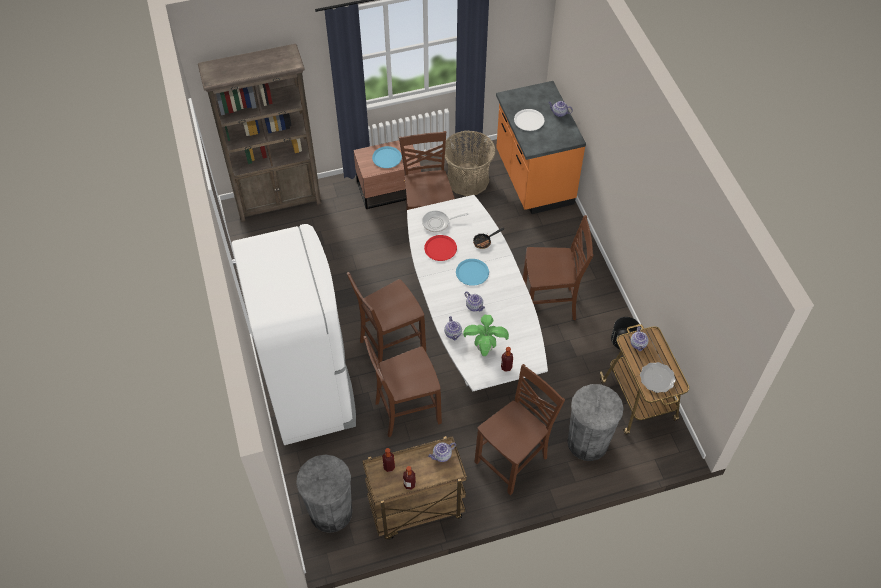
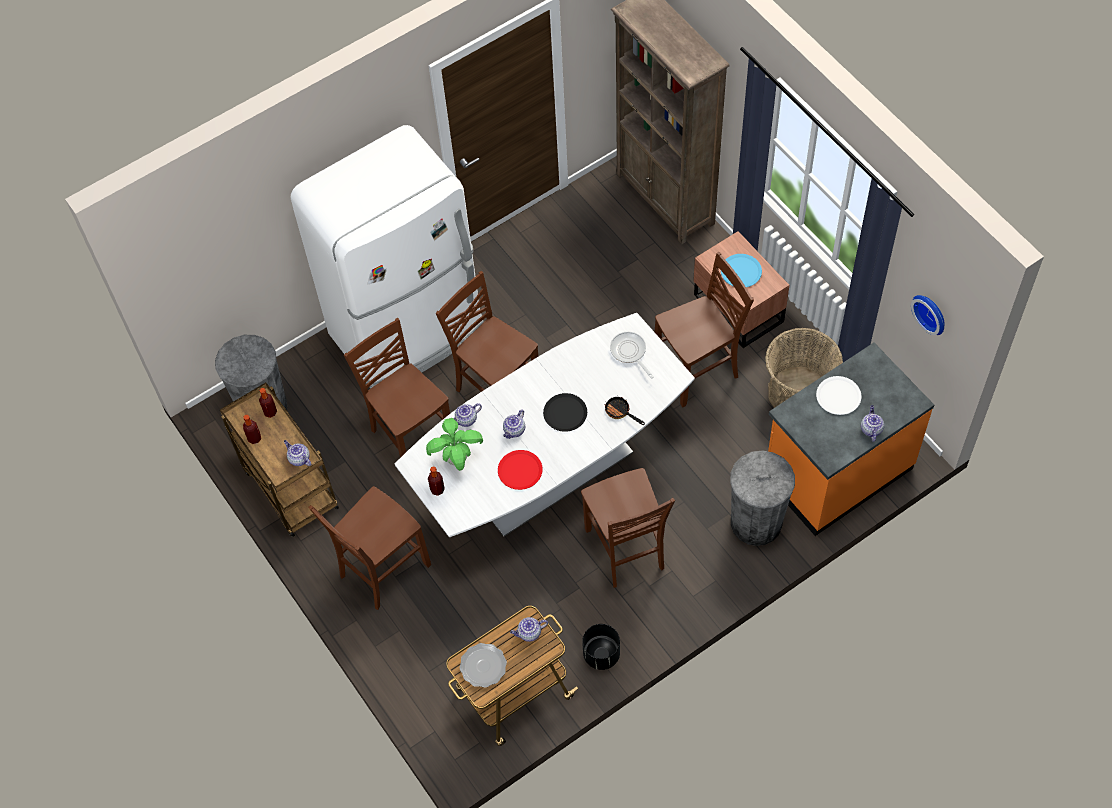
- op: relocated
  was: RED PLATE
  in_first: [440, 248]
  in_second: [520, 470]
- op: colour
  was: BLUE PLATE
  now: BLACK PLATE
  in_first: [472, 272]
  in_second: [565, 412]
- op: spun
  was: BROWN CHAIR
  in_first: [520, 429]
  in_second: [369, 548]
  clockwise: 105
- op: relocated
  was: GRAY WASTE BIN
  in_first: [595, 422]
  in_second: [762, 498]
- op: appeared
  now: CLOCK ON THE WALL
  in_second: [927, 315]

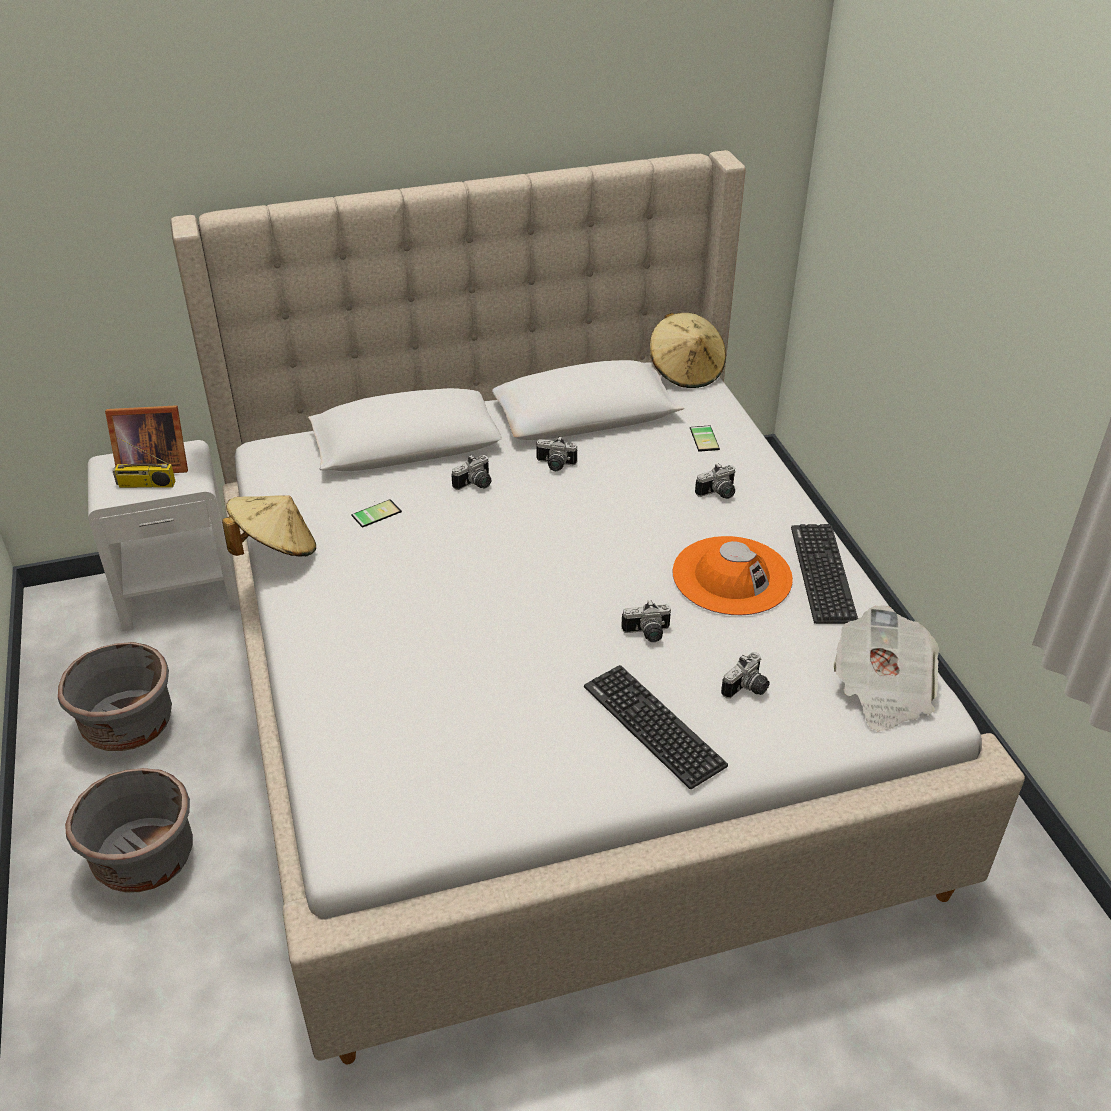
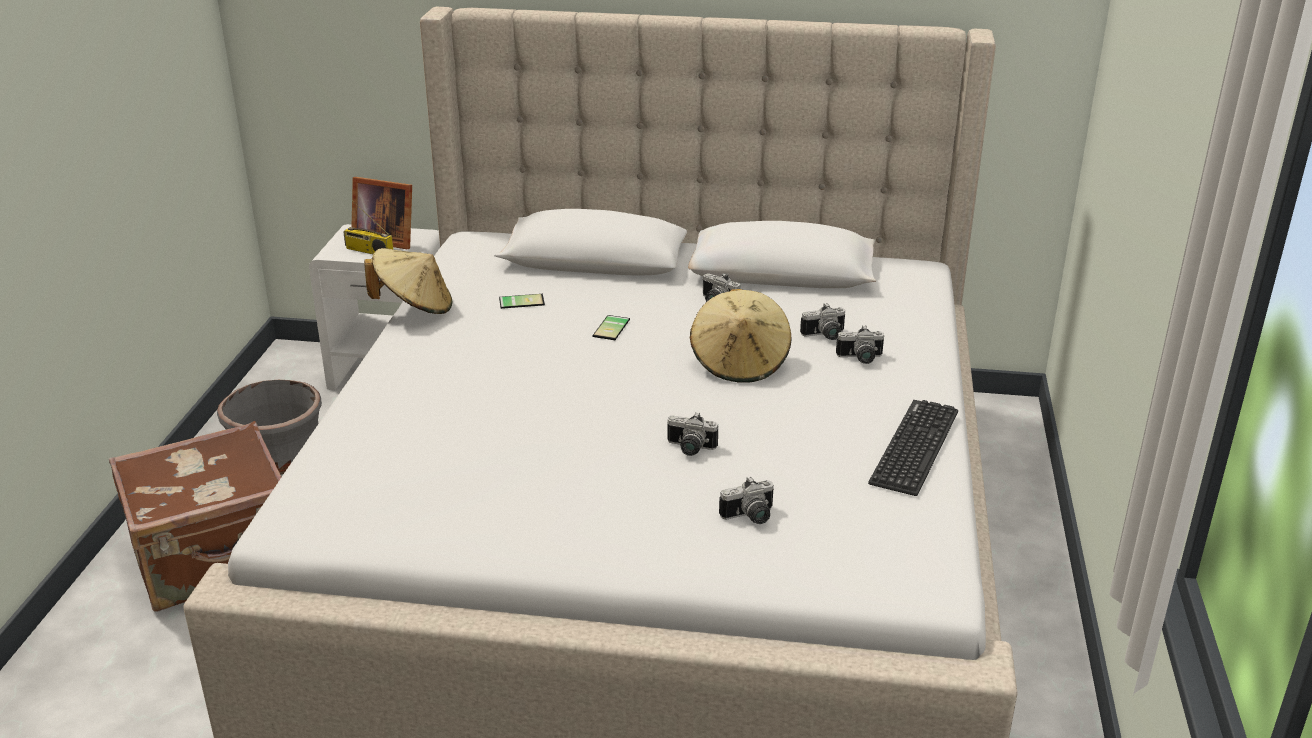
- op: relocated
  was: BEIGE-COLOURED WEARABLE HAT
  in_first: [688, 350]
  in_second: [740, 336]
- op: relocated
  was: TELEPHONE
  in_first: [705, 438]
  in_second: [611, 327]
- op: relocated
  was: PHOTO CAMERA
  in_first: [471, 472]
  in_second: [822, 321]
- op: missing
  was: ORANGE-COLOURED WEARABLE HAT
  in_first: [732, 575]
- op: missing
  was: NEWSPAPER
  in_first: [886, 668]
- op: missing
  was: KEYBOARD
  in_first: [656, 727]
- op: exchanged
  was: GRAY PLANTER
  now: BROWN PIECE OF LUGGAGE
  in_first: [129, 830]
  in_second: [195, 516]

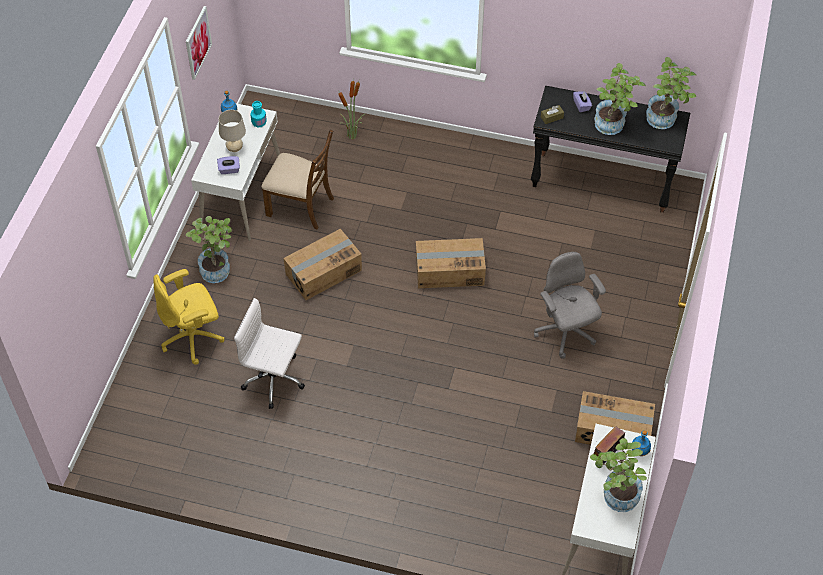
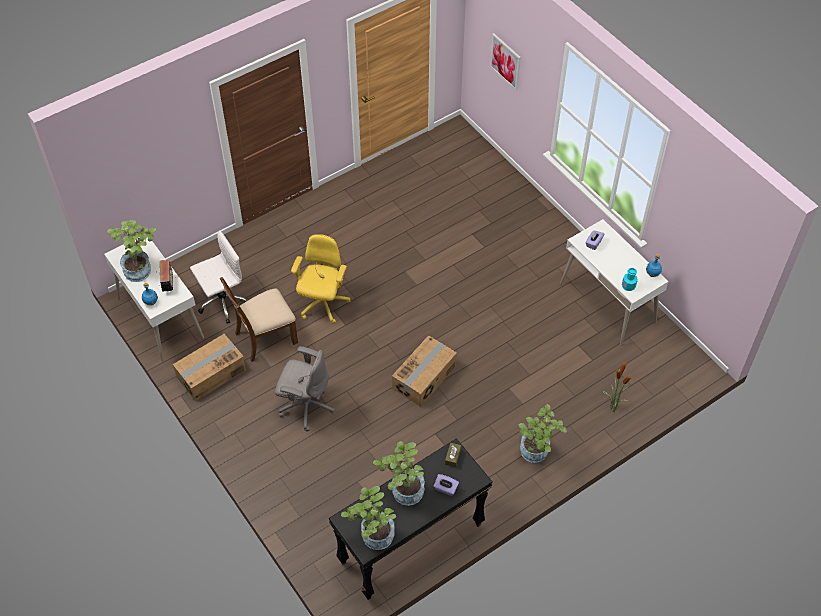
- op: relocated
  was: WALL PICTURE
  in_first: [199, 43]
  in_second: [505, 61]
- op: missing
  was: BEIGE-COLOURED TABLE LAMP
  in_first: [232, 131]
- op: relocated
  was: BROWN CHAIR
  in_first: [297, 179]
  in_second: [259, 319]
- op: relocated
  was: POTTED PLANT
  in_first: [209, 249]
  in_second: [542, 433]
- op: missing
  was: PACKING BOX
  in_first: [322, 264]
- op: relocated
  was: YELLOW COMPUTER CHAIR
  in_first: [189, 317]
  in_second: [320, 279]
- op: relocated
  was: WHITISH COMPUTER CHAIR
  in_first: [269, 353]
  in_second: [219, 276]

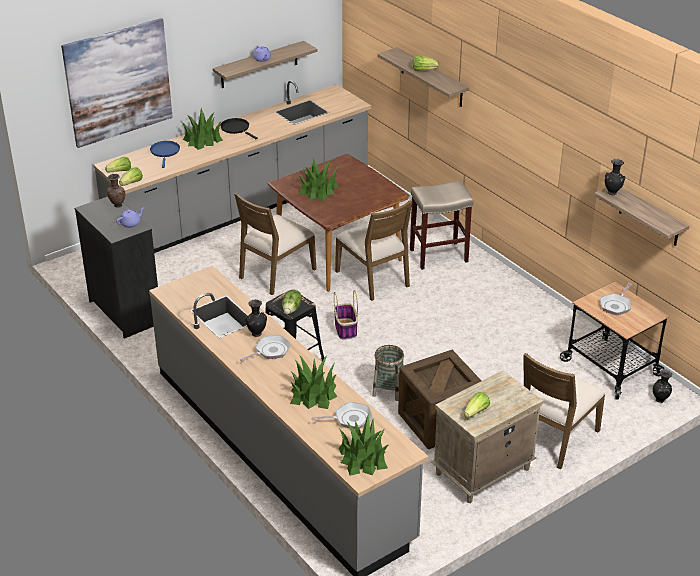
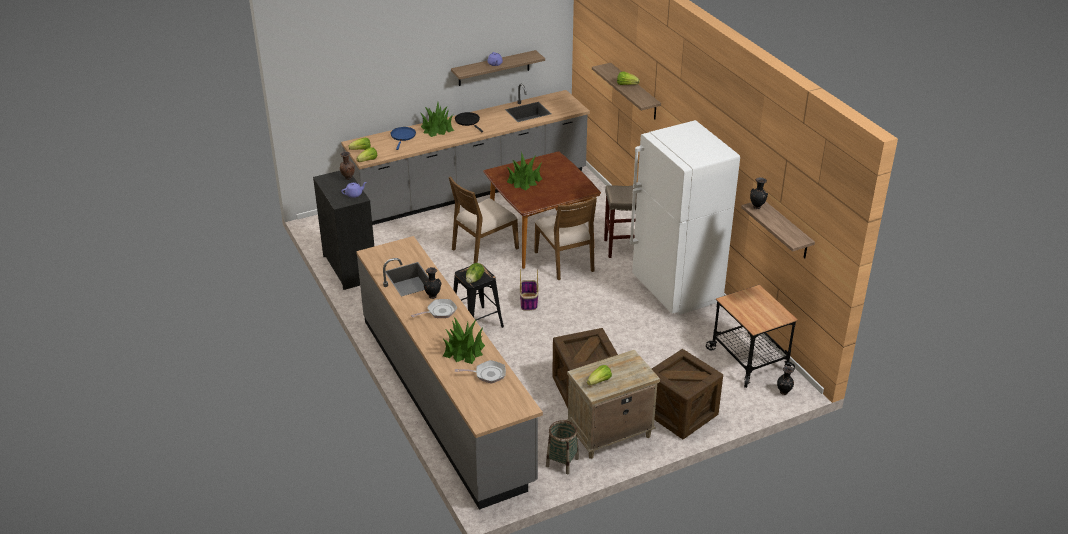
- op: missing
  was: WALL PICTURE
  in_first: [117, 83]
- op: missing
  was: PAN
  in_first: [616, 299]
- op: relocated
  was: HOUSEHOLD BASKET
  in_first: [388, 373]
  in_second: [562, 447]
- op: exchanged
  was: BROWN CHAIR
  now: SHIPPING CRATE
  in_first: [564, 411]
  in_second: [687, 394]
- op: missing
  was: POTTED PLANT
  in_first: [363, 444]
- op: appeared
  now: WHITISH REFRIGERATOR
  in_second: [685, 217]

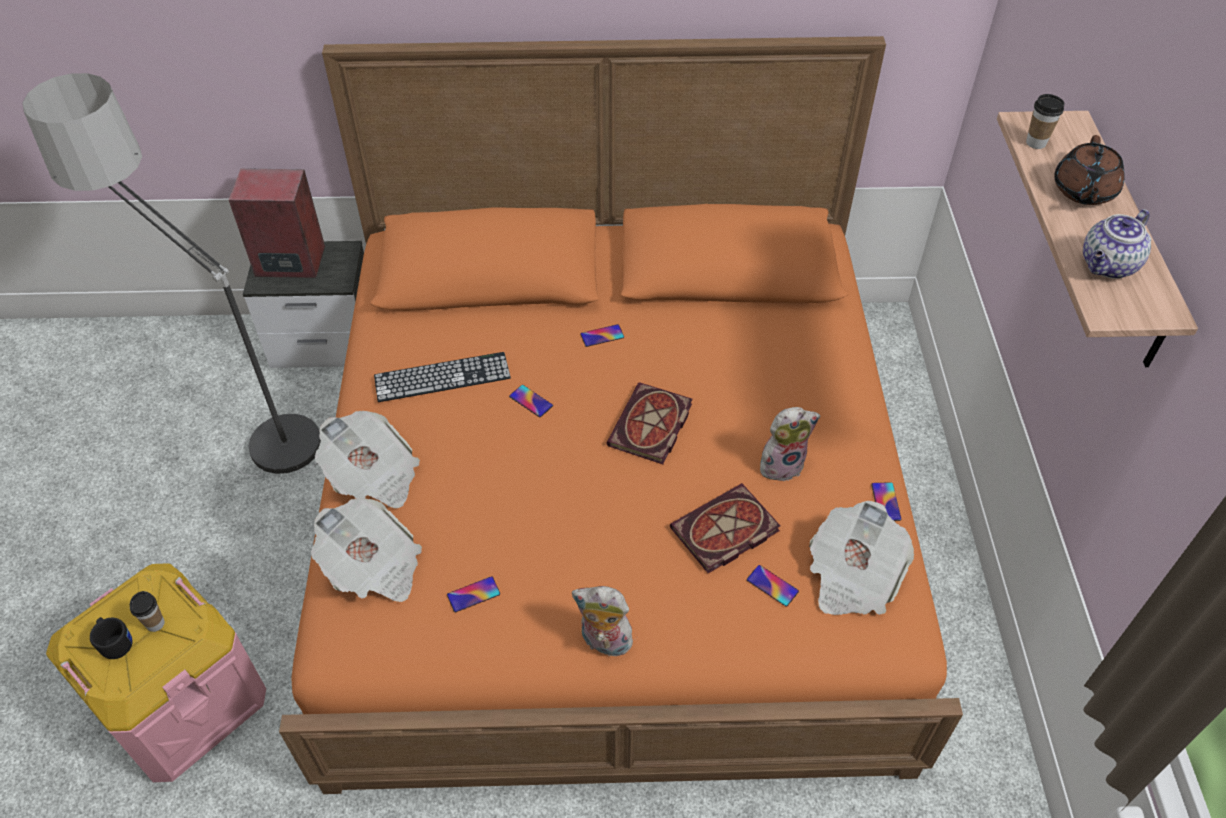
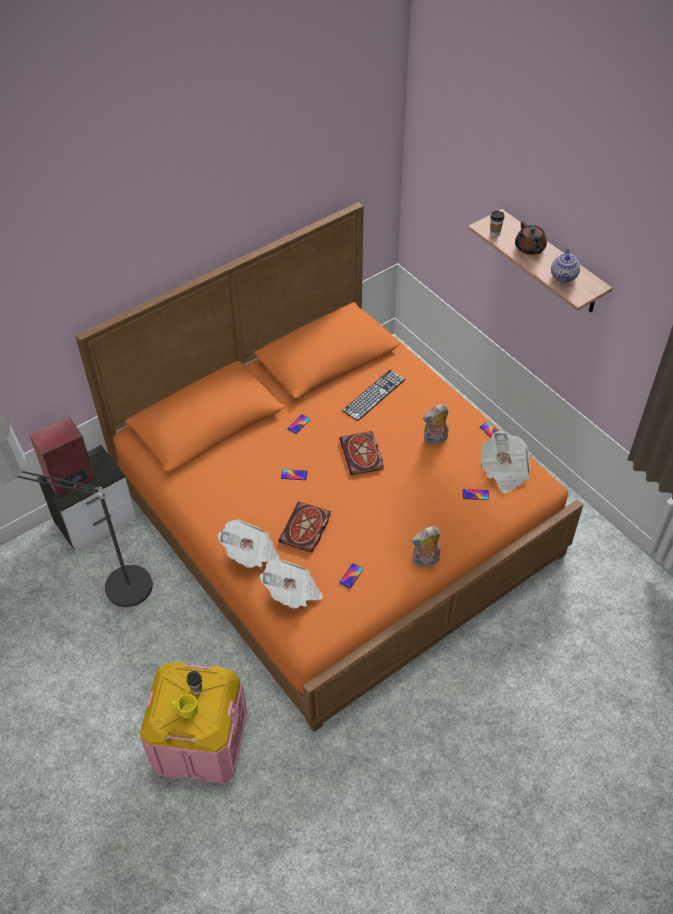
- op: relocated
  was: KEYBOARD
  in_first: [442, 377]
  in_second: [373, 395]
- op: spun
  was: CUDDLY TOY
  in_first: [790, 444]
  in_second: [436, 424]
  clockwise: -150
- op: relocated
  was: VOLUME
  in_first: [725, 528]
  in_second: [304, 527]
- op: colour
  was: BLACK TEA MUG
  now: YELLOW TEA MUG
  in_first: [111, 638]
  in_second: [184, 706]

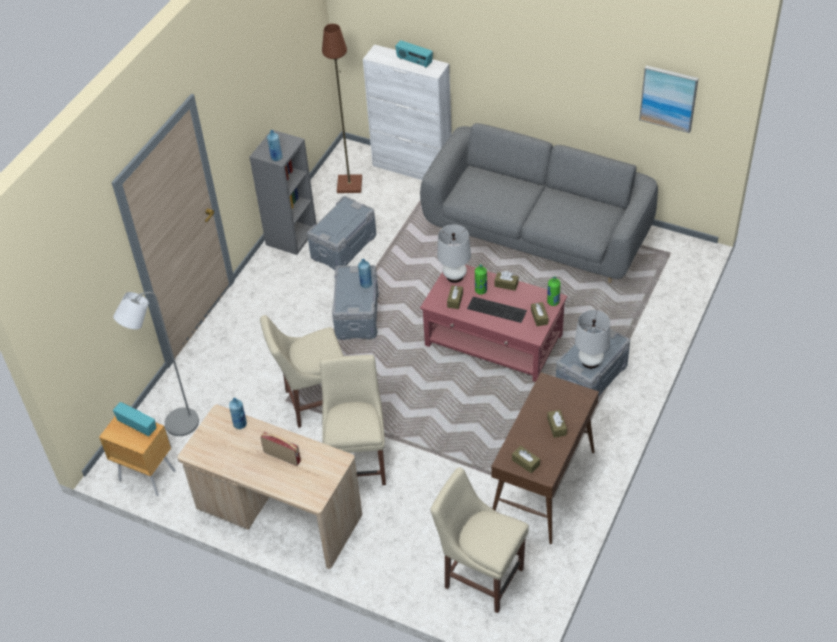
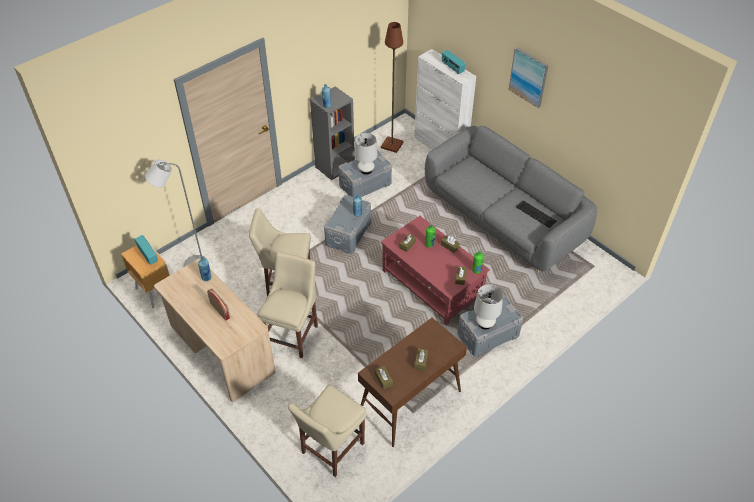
- op: relocated
  was: WALL PICTURE
  in_first: [668, 99]
  in_second: [528, 77]
- op: relocated
  was: WHITISH TABLE LAMP
  in_first: [454, 253]
  in_second: [366, 154]
- op: relocated
  was: KEYBOARD
  in_first: [497, 310]
  in_second: [536, 214]
- op: spun
  was: BEIGE-COLOURED CHAIR
  in_first: [479, 540]
  in_second: [327, 431]
  clockwise: -105

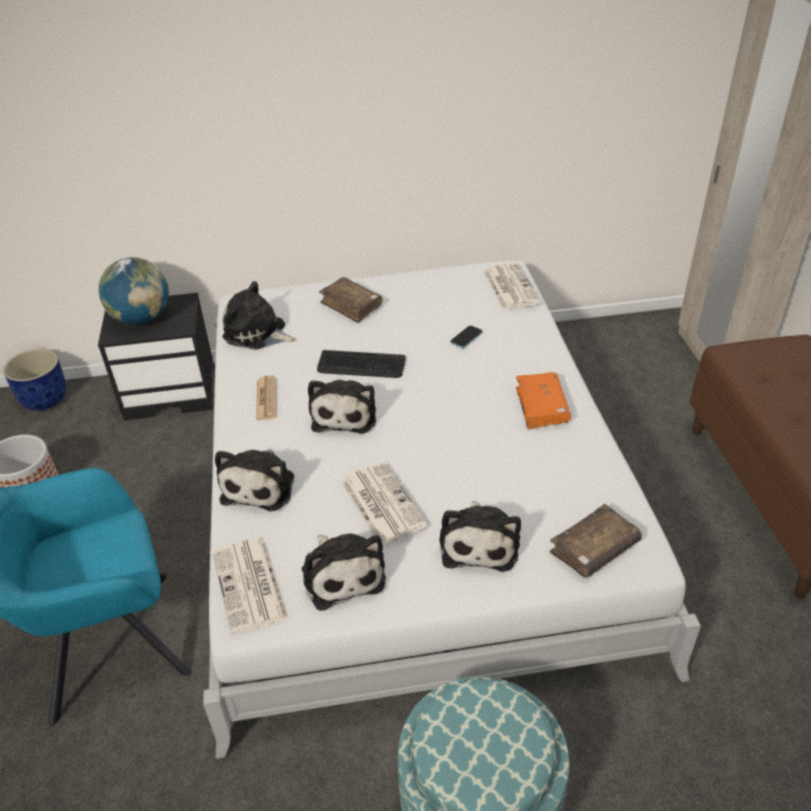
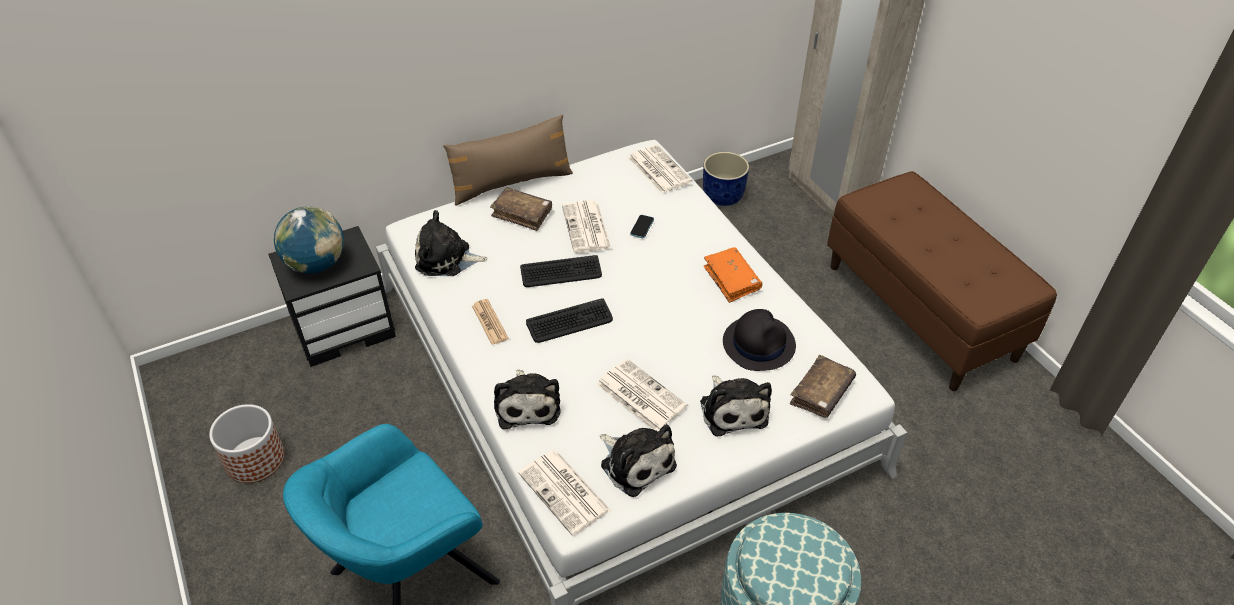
- op: relocated
  was: BLUE PLANTER
  in_first: [35, 380]
  in_second: [726, 179]
- op: exchanged
  was: CUDDLY TOY
  now: KEYBOARD
  in_first: [342, 406]
  in_second: [569, 320]
- op: appeared
  now: BROWN THROW PILLOW
  in_second: [508, 160]
- op: appeared
  now: NEWSPAPER
  in_second: [586, 226]
- op: appeared
  now: BLACK WEARABLE HAT
  in_second: [759, 340]

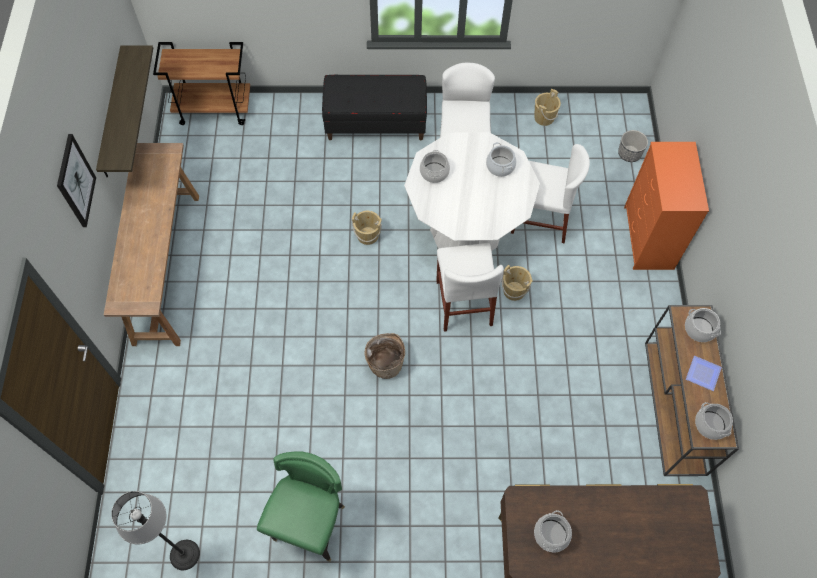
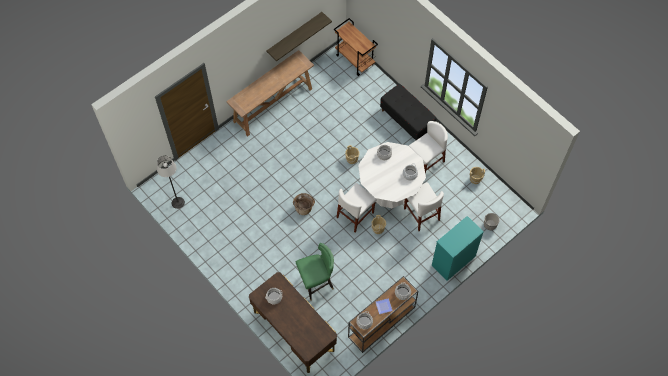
- op: missing
  was: WALL PICTURE
  in_first: [76, 180]
- op: colour
  was: ORANGE-COLOURED DRESSER
  now: BLUE-GREEN DRESSER
  in_first: [666, 206]
  in_second: [457, 248]
- op: relocated
  was: GREEN CHAIR
  in_first: [301, 506]
  in_second: [315, 272]

